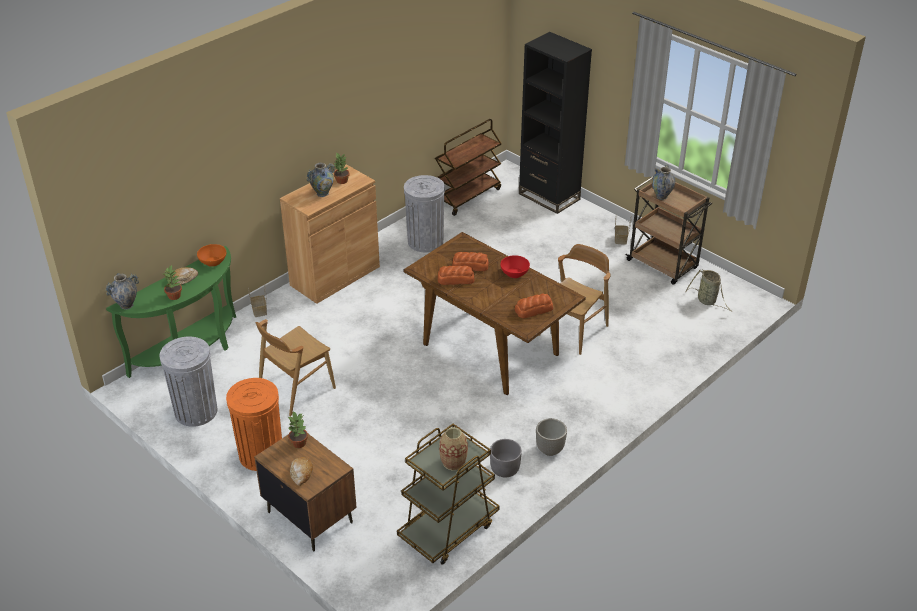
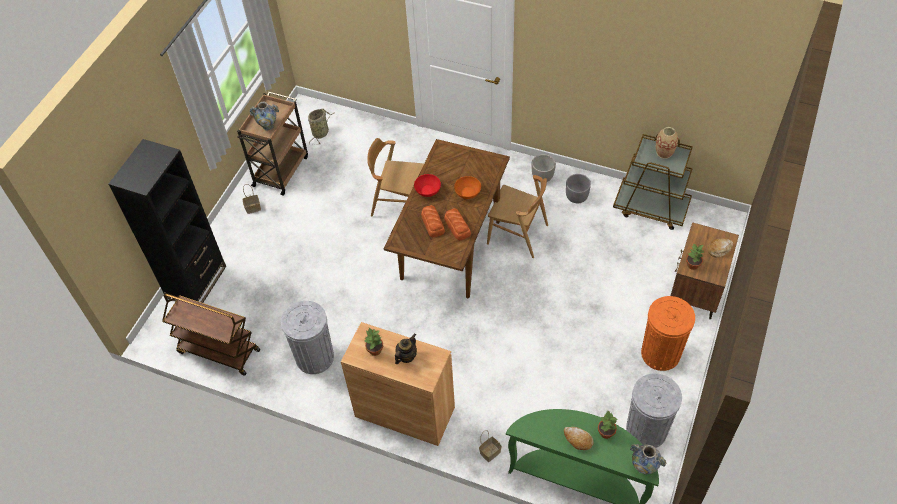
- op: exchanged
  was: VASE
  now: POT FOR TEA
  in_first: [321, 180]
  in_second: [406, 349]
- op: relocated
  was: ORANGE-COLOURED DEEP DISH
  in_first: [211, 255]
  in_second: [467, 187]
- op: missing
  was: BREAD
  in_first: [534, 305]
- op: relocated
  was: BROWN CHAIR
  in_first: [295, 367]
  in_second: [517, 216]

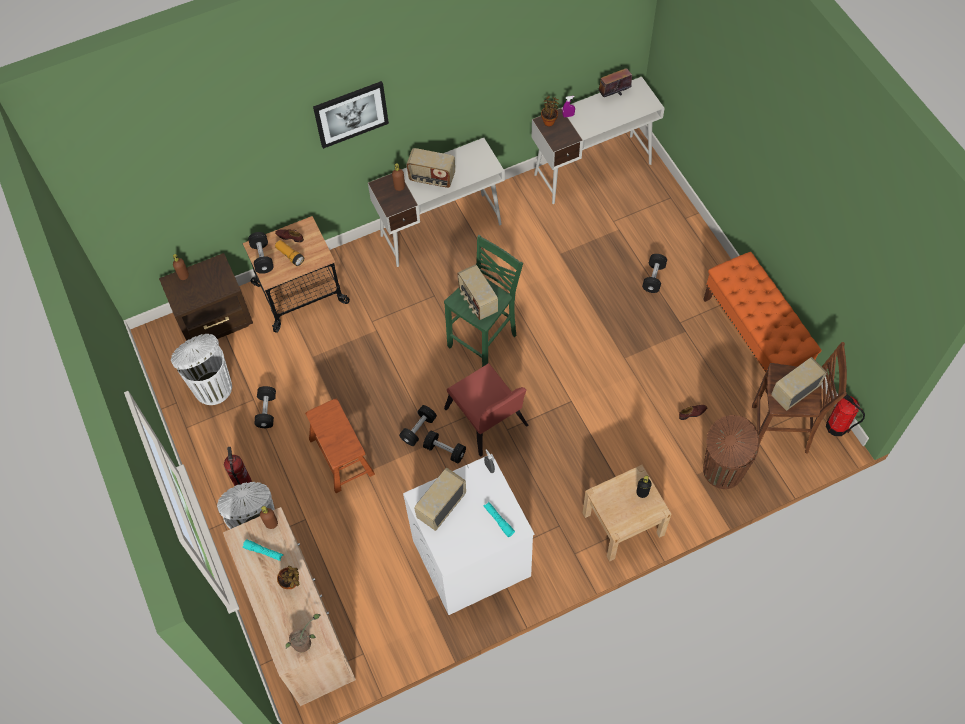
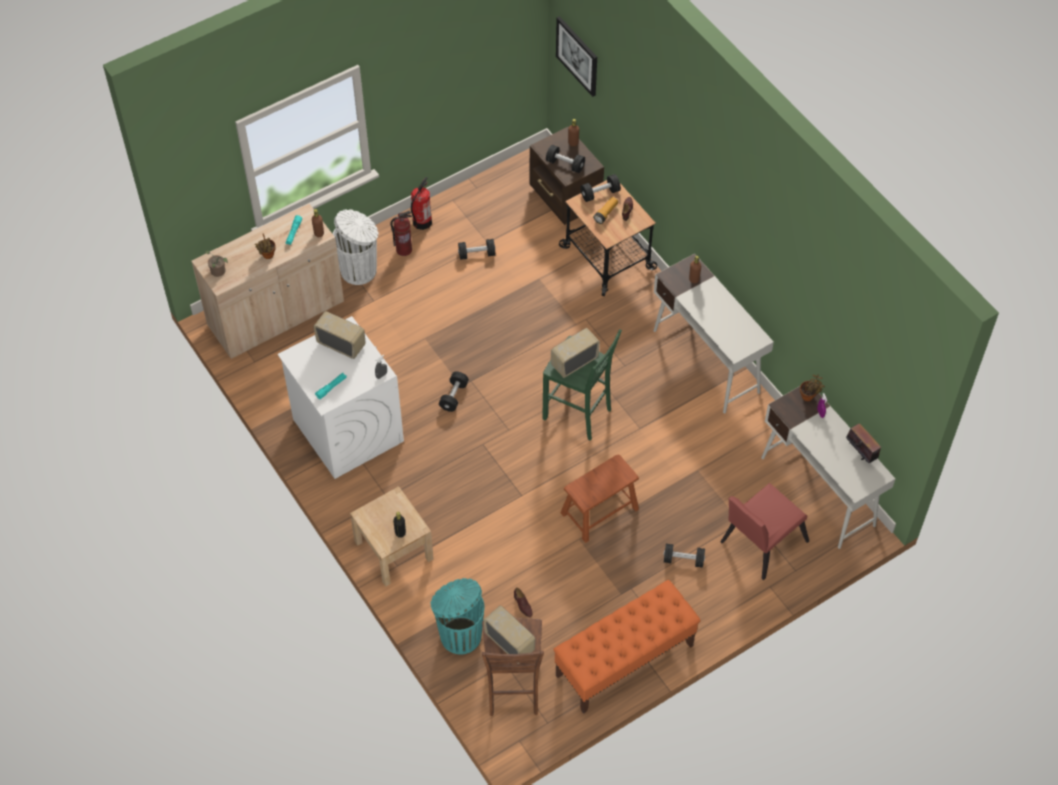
- op: relocated
  was: WALL PICTURE
  in_first: [351, 115]
  in_second: [576, 56]
- op: missing
  was: RADIO
  in_first: [430, 168]
- op: missing
  was: WHITISH WASTE BIN
  in_first: [201, 369]
- op: relocated
  was: RED CHAIR
  in_first: [486, 410]
  in_second: [764, 531]
- op: relocated
  was: FIRE EXTINGUISHER
  in_first: [845, 415]
  in_second: [421, 203]
- op: relocated
  was: BROWN SITTING STOOL
  in_first: [340, 446]
  in_second: [599, 498]
- op: relocated
  was: BLACK FREE WEIGHT
  in_first: [418, 425]
  in_second: [565, 159]
- op: colour
  was: BROWN WASTE BIN
  now: BLUE-GREEN WASTE BIN
  in_first: [731, 452]
  in_second: [457, 616]

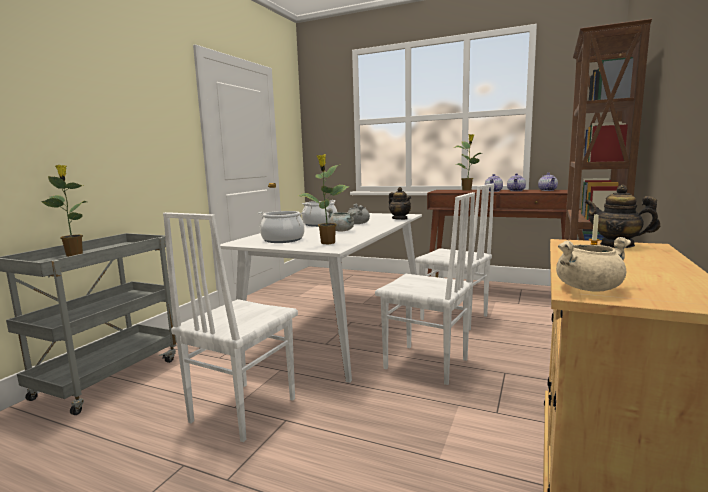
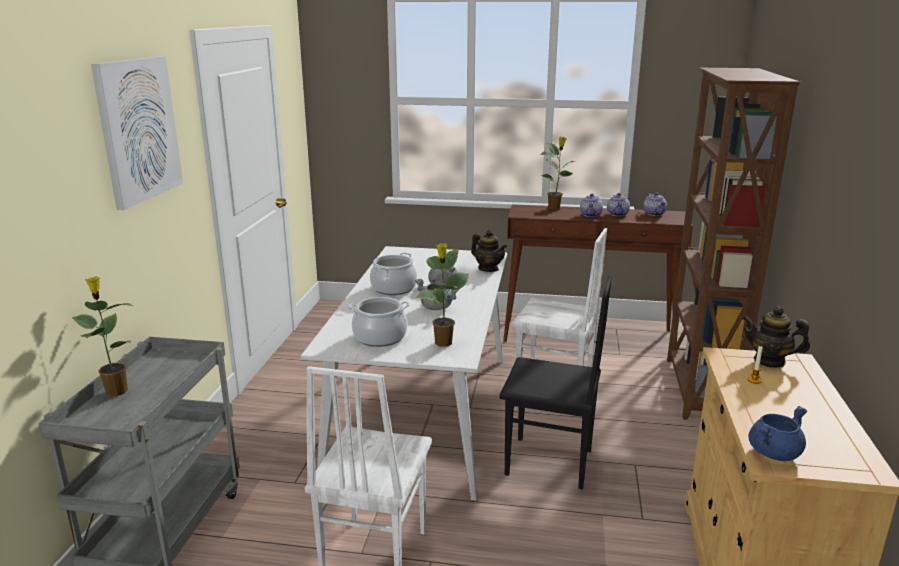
- op: colour
  was: WHITISH CHAIR
  now: BLACK CHAIR
  in_first: [425, 288]
  in_second: [556, 383]
- op: colour
  was: BEIGE-COLOURED STOCKPOT
  now: BLUE STOCKPOT
  in_first: [593, 264]
  in_second: [777, 433]
- op: appeared
  now: WALL PICTURE
  in_second: [137, 133]

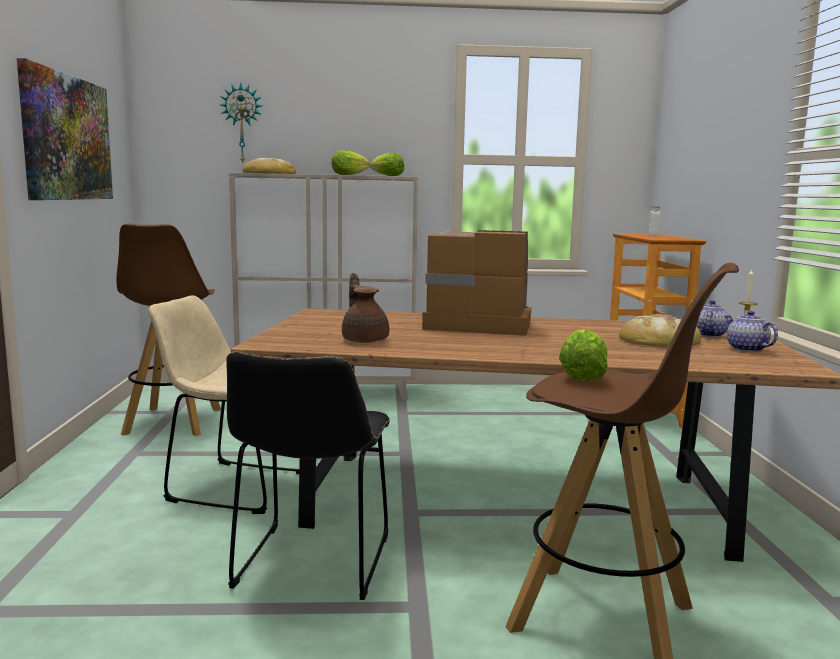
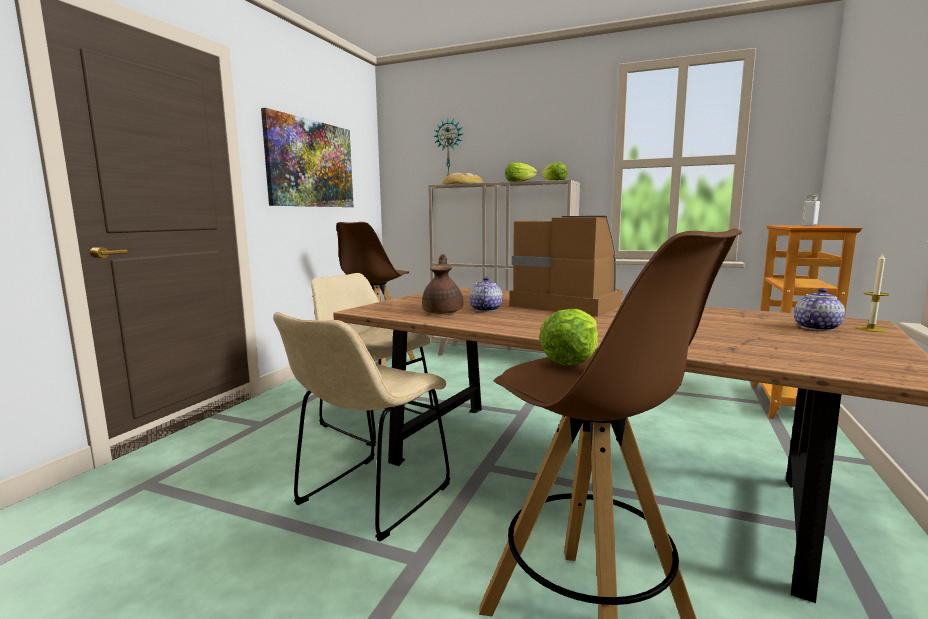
- op: relocated
  was: POT FOR TEA
  in_first: [751, 331]
  in_second: [486, 294]
- op: missing
  was: BREAD
  in_first: [660, 330]
- op: colour
  was: BLACK CHAIR
  now: BEIGE-COLOURED CHAIR
  in_first: [308, 475]
  in_second: [361, 426]

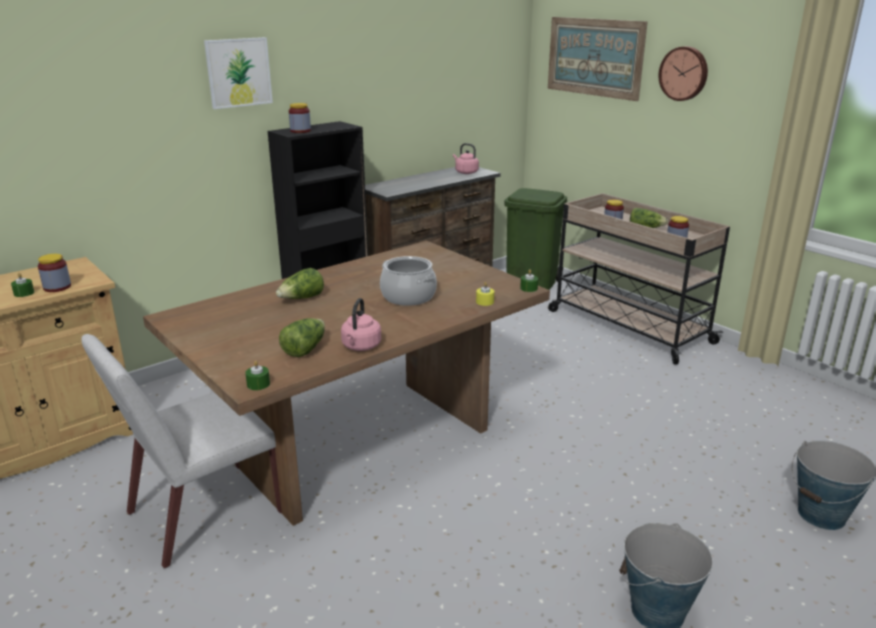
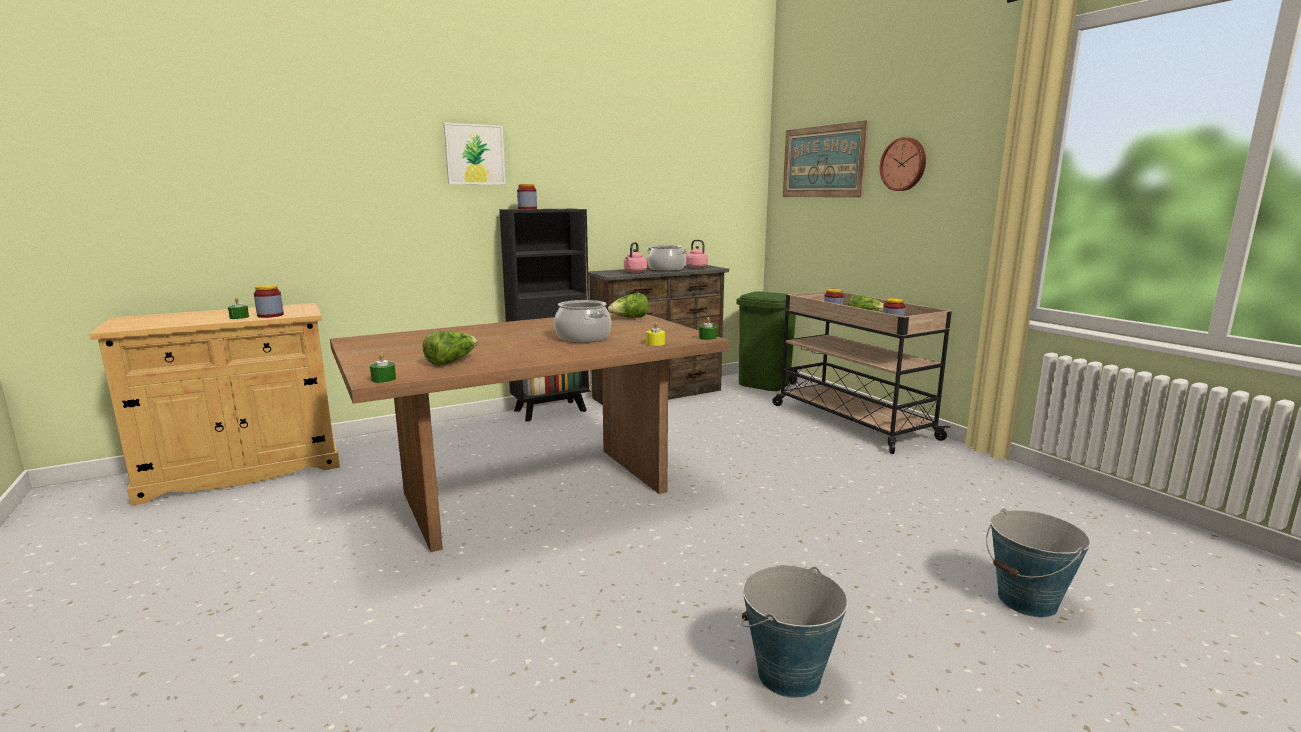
- op: relocated
  was: LETTUCE HEAD
  in_first: [300, 283]
  in_second: [628, 305]
- op: relocated
  was: PINK-COLOURED TEA KETTLE
  in_first: [361, 324]
  in_second: [635, 257]
- op: missing
  was: WHITISH CHAIR
  in_first: [181, 451]
- op: appeared
  now: STOCKPOT
  in_second: [667, 258]

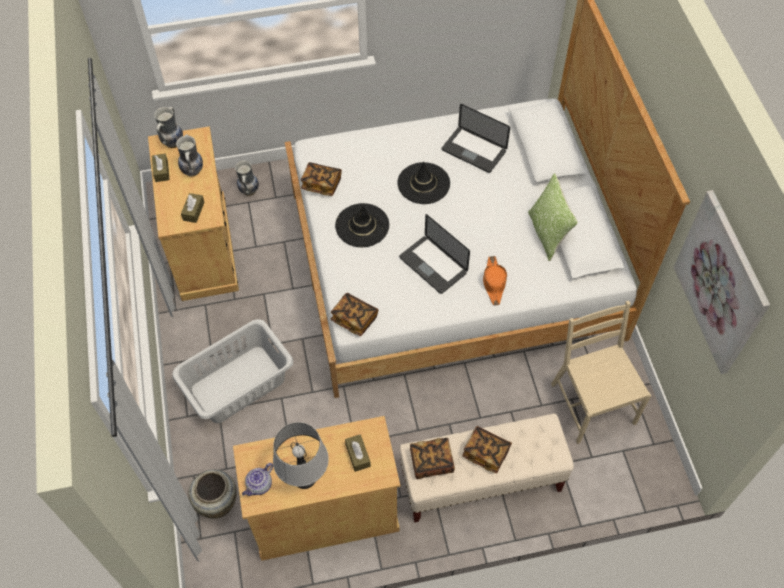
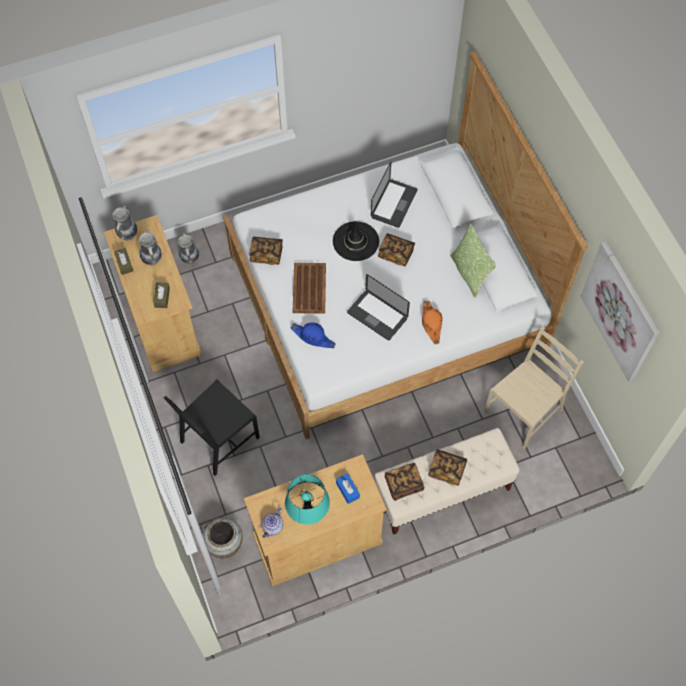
- op: spun
  was: PORTABLE COMPUTER
  in_first: [476, 138]
  in_second: [394, 195]
  clockwise: -90
- op: exchanged
  was: BLACK WEARABLE HAT
  now: BROWN SERVING TRAY
  in_first: [362, 225]
  in_second: [309, 288]
- op: relocated
  was: VOLUME
  in_first: [354, 314]
  in_second: [396, 249]
- op: spun
  was: BEIGE-COLOURED CHAIR
  in_first: [601, 372]
  in_second: [534, 387]
  clockwise: 75
- op: exchanged
  was: GRAY HAMPER
  now: BLACK CHAIR
  in_first: [232, 371]
  in_second: [212, 427]
- op: colour
  was: GRAY TABLE LAMP
  now: BLUE-GREEN TABLE LAMP
  in_first: [301, 455]
  in_second: [307, 499]
- op: colour
  was: BROWN TISSUE HOLDER
  now: BLUE TISSUE HOLDER
  in_first: [358, 453]
  in_second: [348, 488]
- op: appeared
  now: BLUE WEARABLE HAT
  in_second: [313, 335]

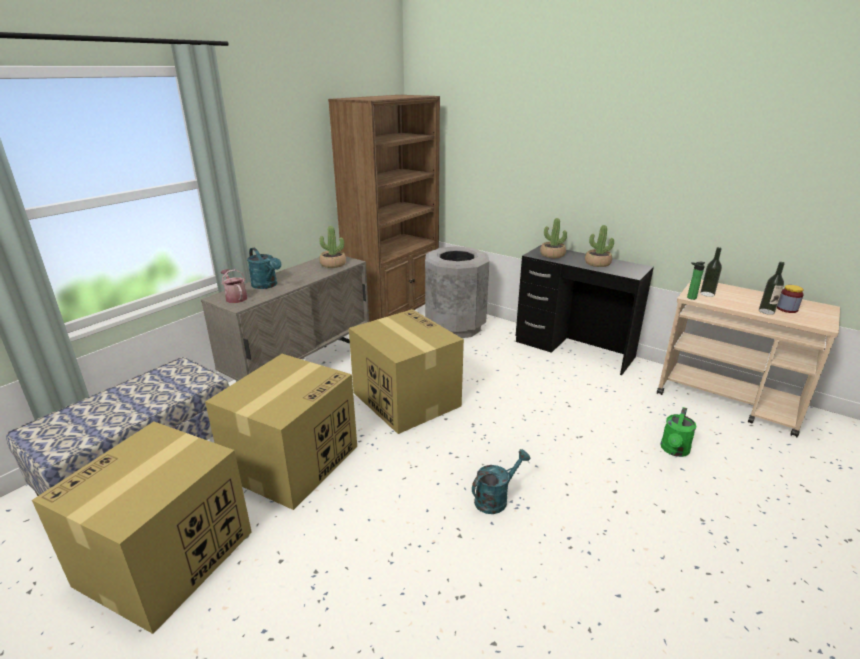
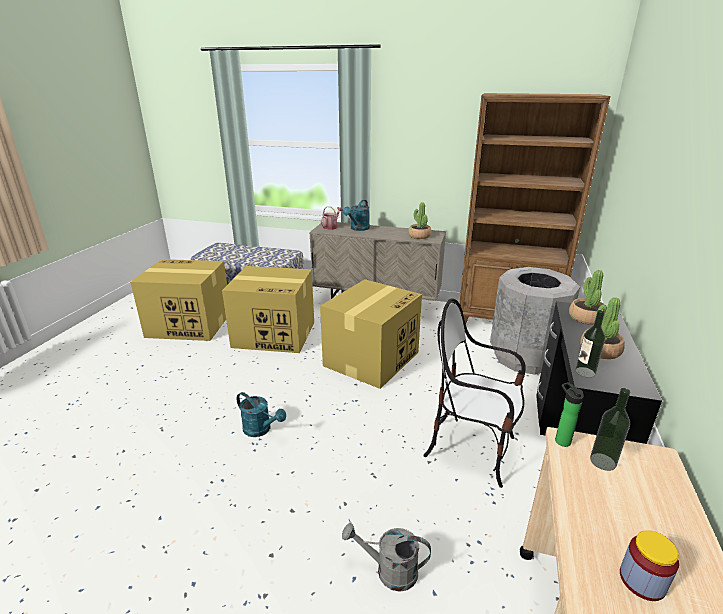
- op: relocated
  was: BEVERAGE BOTTLE
  in_first: [772, 288]
  in_second: [590, 344]
- op: colour
  was: GREEN SPRINKLING CAN
  now: GRAY SPRINKLING CAN
  in_first: [678, 432]
  in_second: [386, 557]
- op: appeared
  now: CHAIR
  in_second: [474, 393]

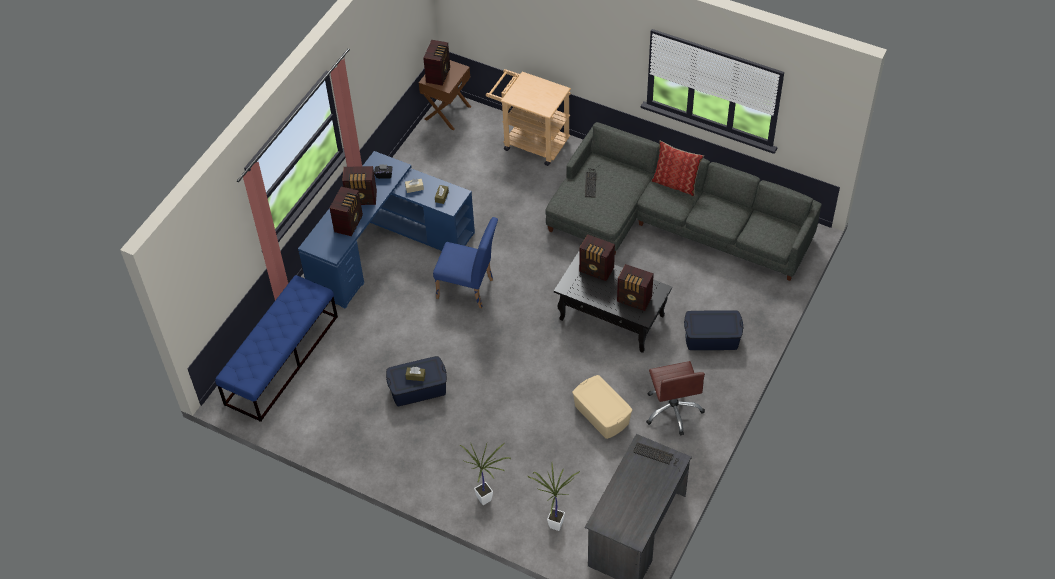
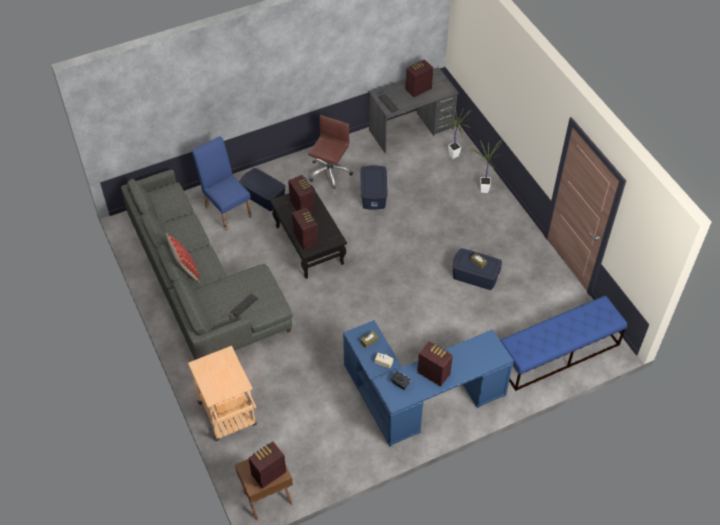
- op: relocated
  was: RADIO
  in_first: [346, 211]
  in_second: [419, 78]
- op: relocated
  was: BLUE CHAIR
  in_first: [465, 262]
  in_second: [222, 183]
- op: colour
  was: BEIGE-COLOURED STORAGE CONTAINER
  now: BLUE STORAGE CONTAINER
  in_first: [602, 407]
  in_second: [374, 187]

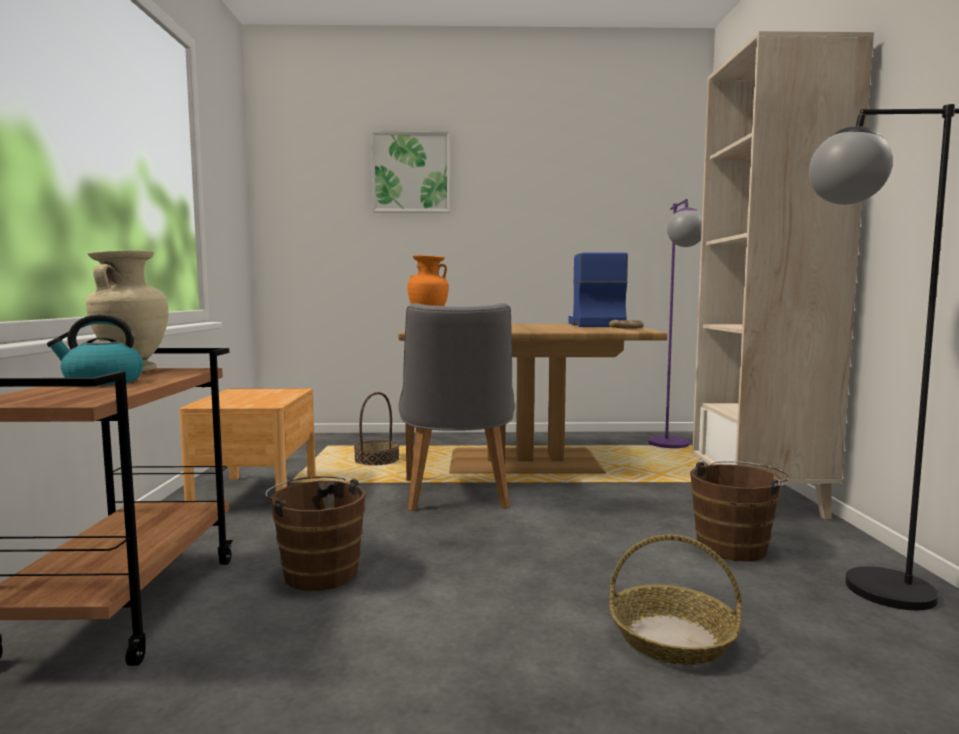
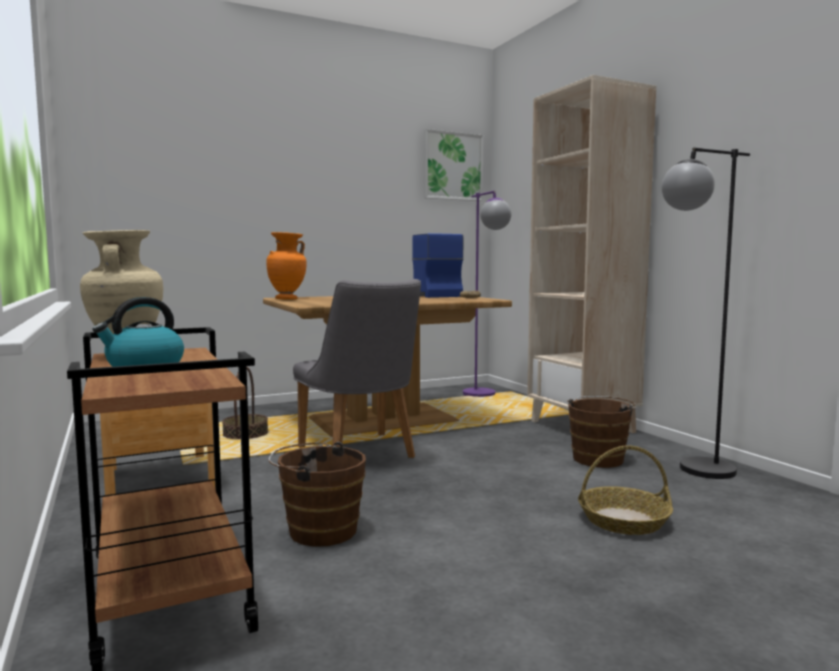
- op: relocated
  was: WALL PICTURE
  in_first: [410, 172]
  in_second: [454, 165]

